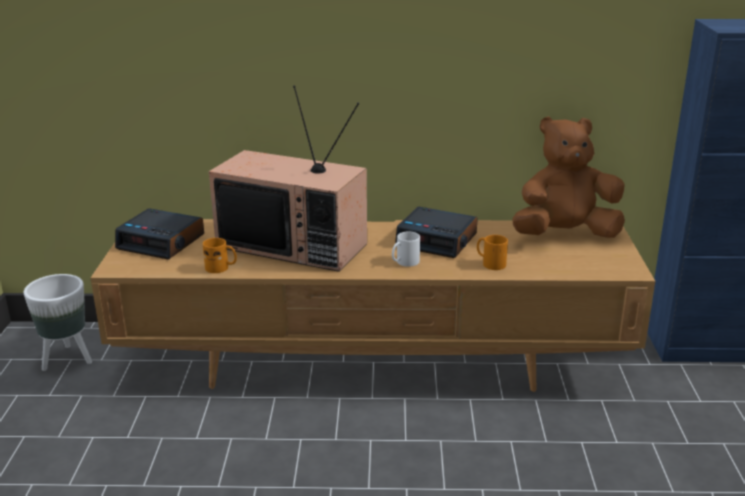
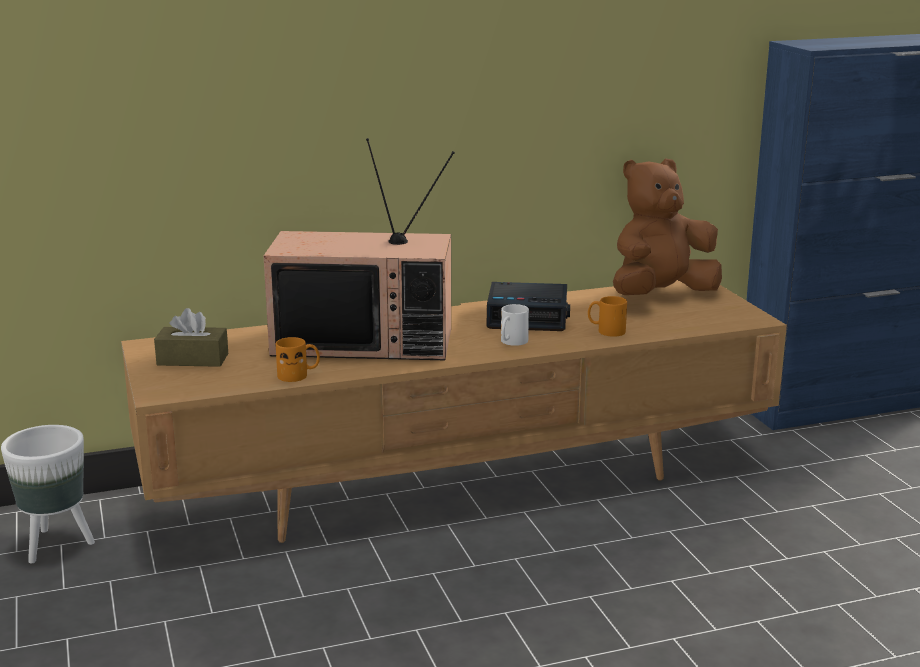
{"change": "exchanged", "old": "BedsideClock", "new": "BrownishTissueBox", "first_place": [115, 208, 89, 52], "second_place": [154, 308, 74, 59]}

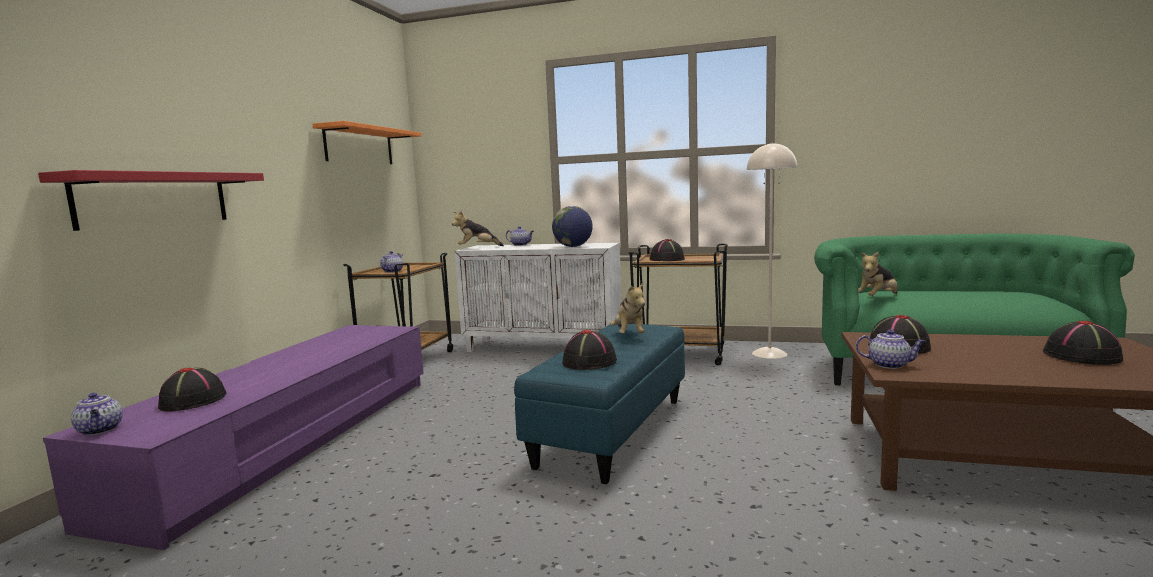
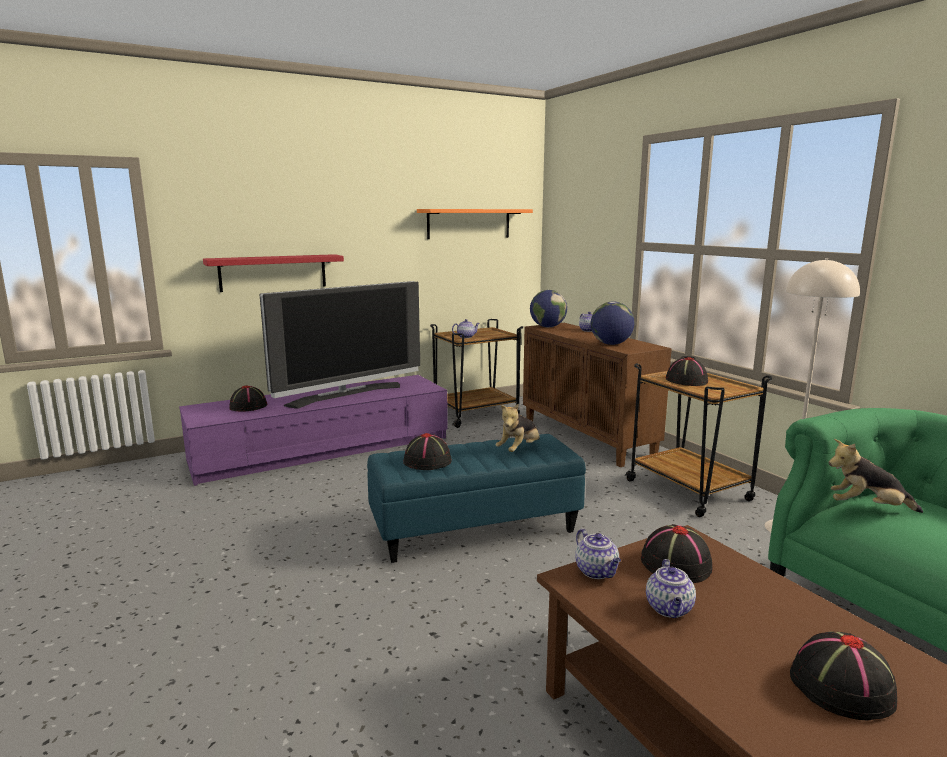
{"change": "appeared", "new": "Tv", "second_place": [259, 281, 161, 128]}
{"change": "relocated", "old": "PotForTea", "first_place": [71, 393, 52, 42], "second_place": [646, 559, 50, 59]}
{"change": "exchanged", "old": "CuddlyToy", "new": "WorldGlobe", "first_place": [452, 211, 52, 35], "second_place": [530, 290, 37, 37]}
{"change": "colour", "old": "WhitishCupboard", "new": "BrownishCupboard", "first_place": [454, 243, 168, 109], "second_place": [523, 323, 149, 144]}

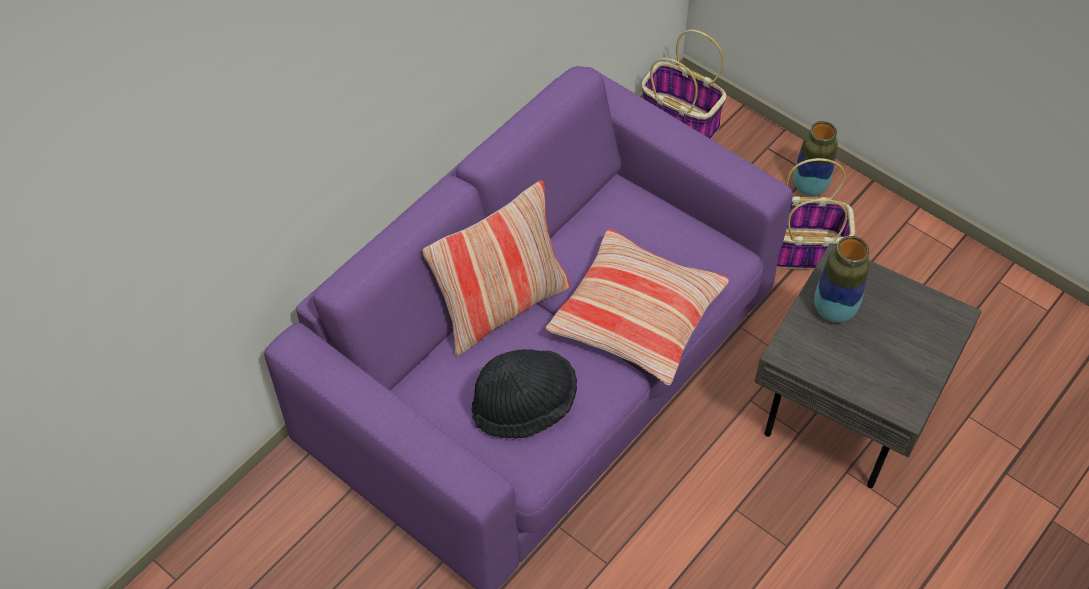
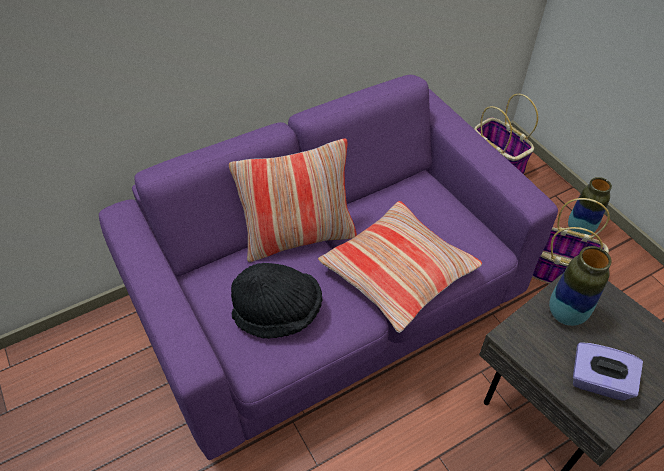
{"change": "appeared", "new": "PurplishTissueBox", "second_place": [573, 342, 70, 59]}

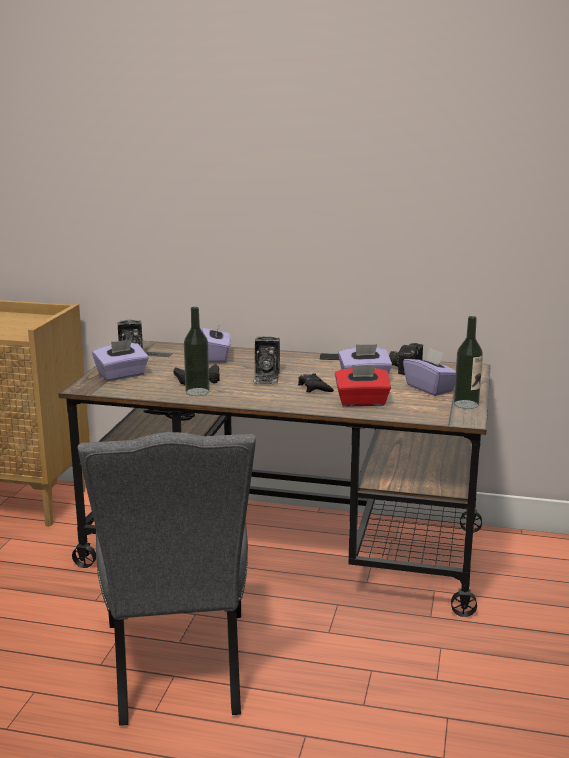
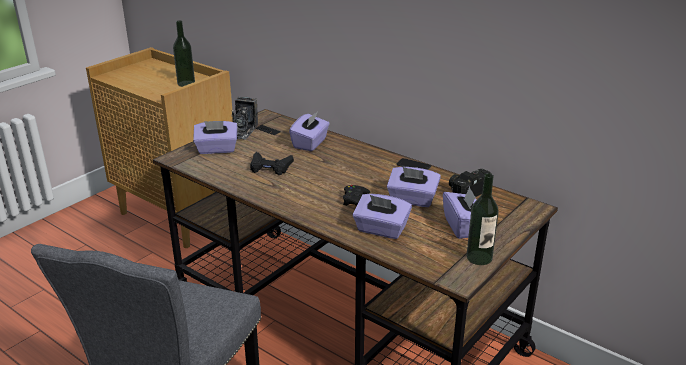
{"change": "missing", "old": "PhotoCamera", "first_place": [253, 336, 27, 48]}
{"change": "relocated", "old": "BeverageBottle", "first_place": [184, 307, 26, 89], "second_place": [173, 20, 22, 67]}
{"change": "colour", "old": "RedColouredTissueBox", "new": "PurplishTissueBox", "first_place": [335, 365, 56, 42], "second_place": [353, 194, 59, 45]}

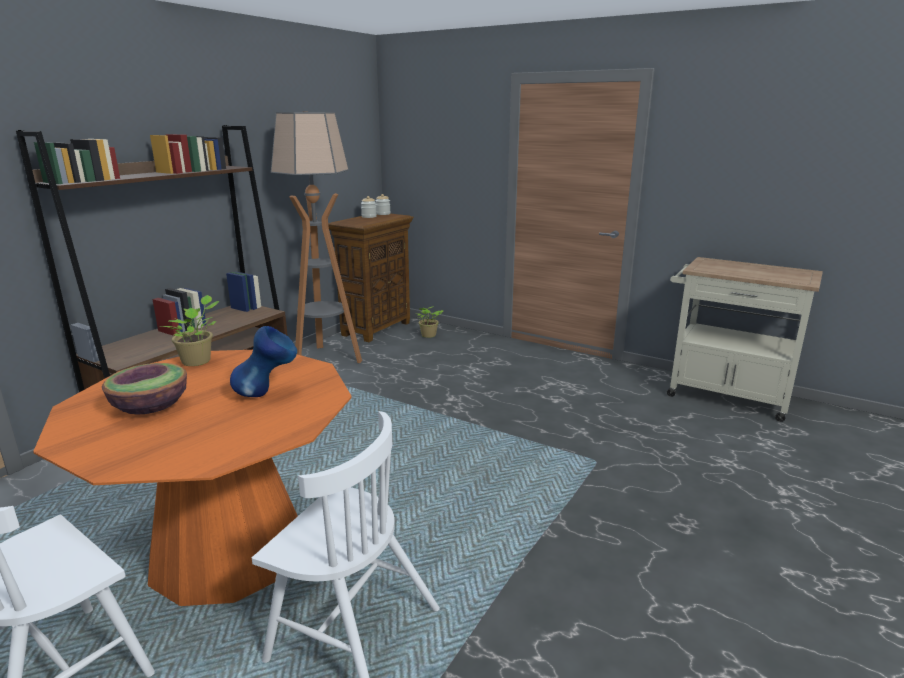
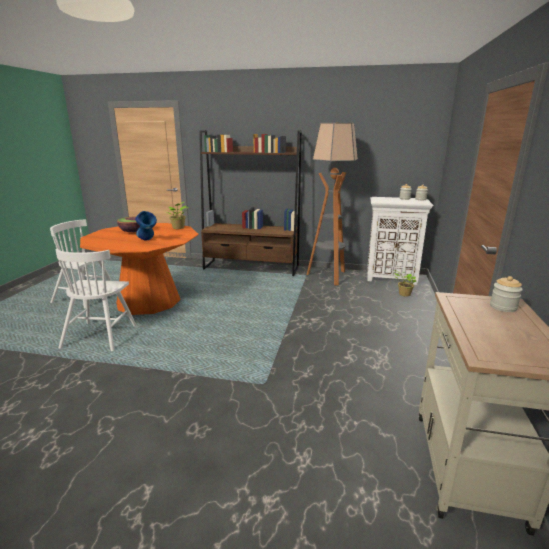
{"change": "appeared", "new": "Jar", "second_place": [490, 276, 33, 36]}
{"change": "colour", "old": "BrownishCupboard", "new": "WhitishCupboard", "first_place": [328, 214, 86, 128], "second_place": [367, 197, 66, 88]}

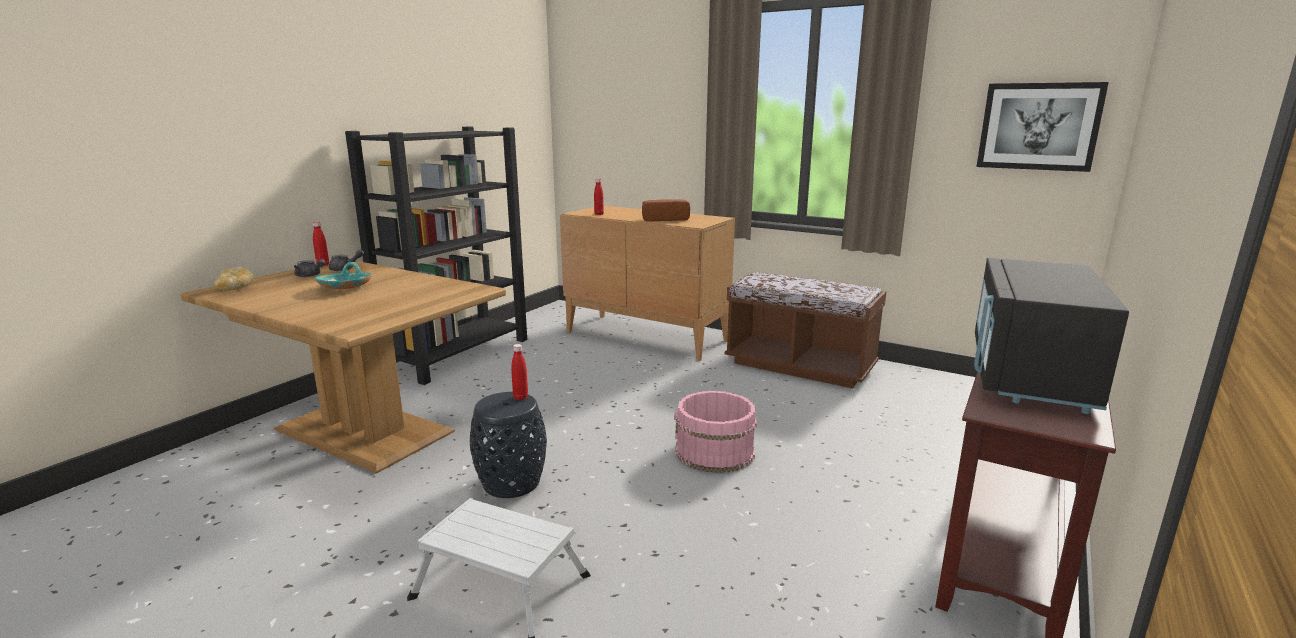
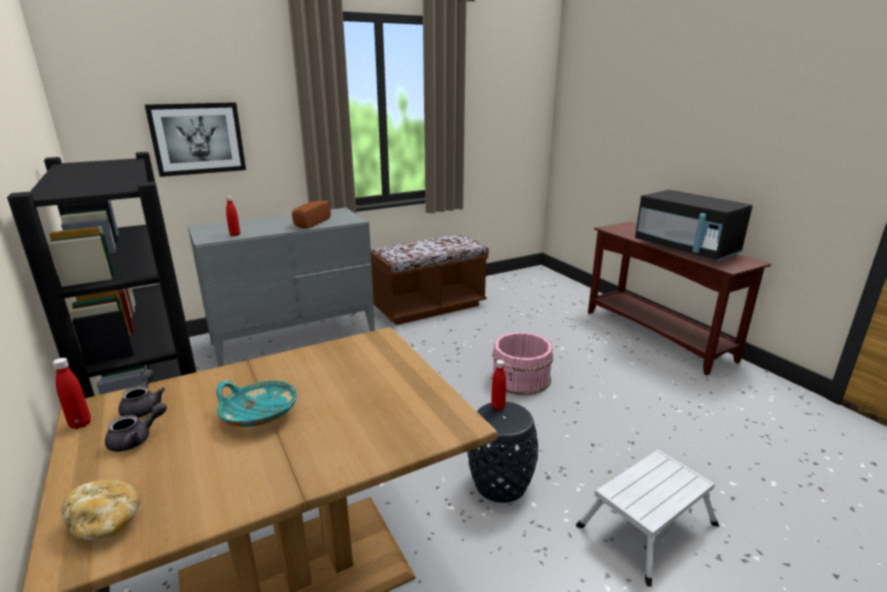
{"change": "relocated", "old": "WallArt", "first_place": [977, 82, 132, 90], "second_place": [145, 102, 101, 75]}
{"change": "colour", "old": "BrownishCupboard", "new": "GreyCupboard", "first_place": [560, 206, 175, 155], "second_place": [188, 208, 187, 159]}

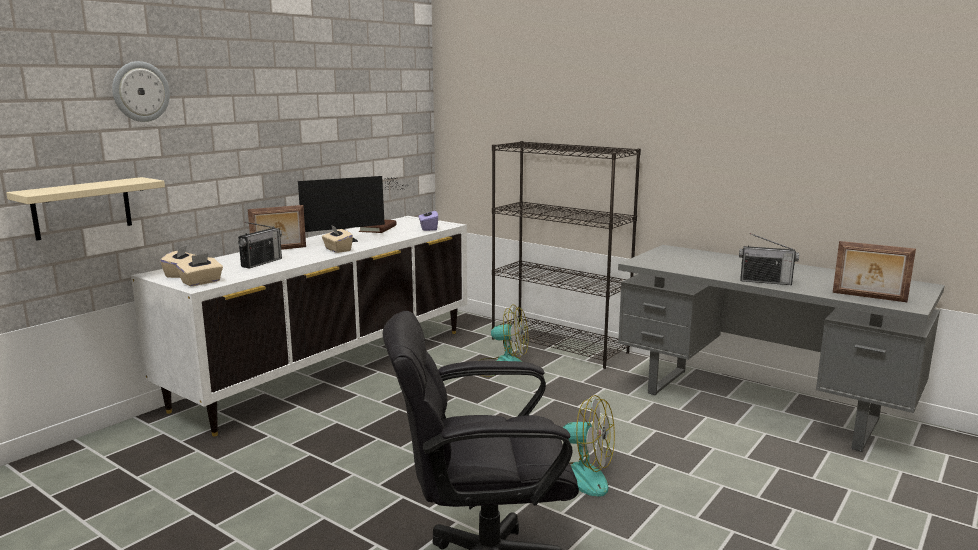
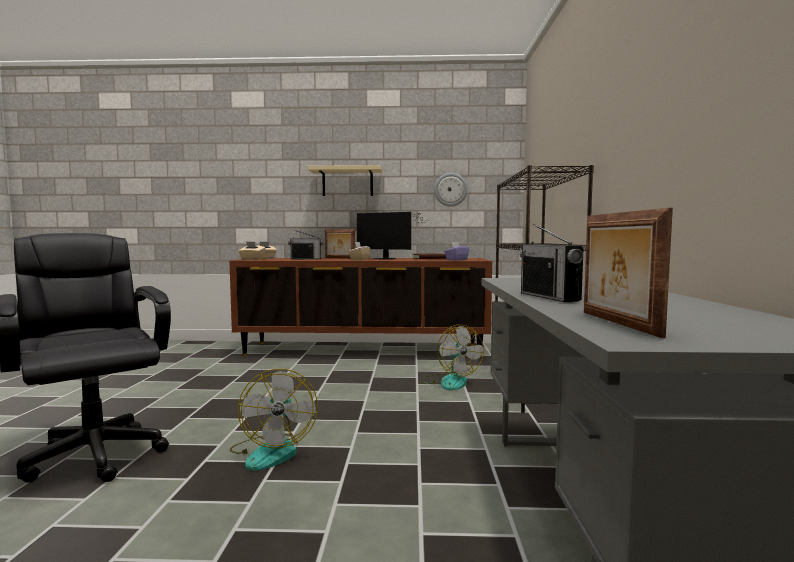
{"change": "relocated", "old": "SandColouredShelf", "first_place": [6, 177, 159, 63], "second_place": [307, 165, 76, 31]}
{"change": "relocated", "old": "HangingClock", "first_place": [112, 61, 58, 61], "second_place": [434, 173, 34, 34]}
{"change": "colour", "old": "WhitishCupboard", "new": "BrownishCupboard", "first_place": [131, 216, 336, 220], "second_place": [229, 258, 263, 100]}

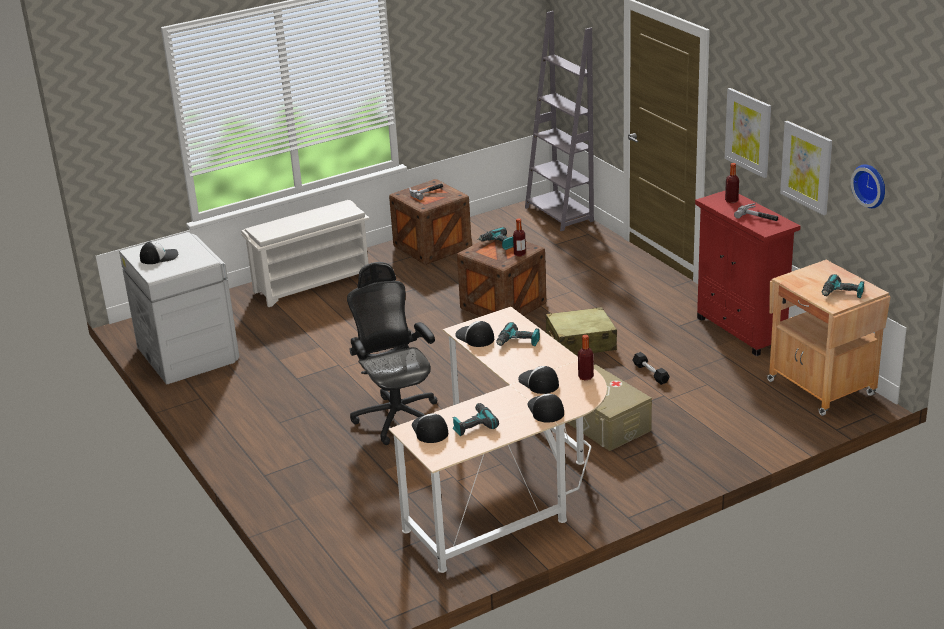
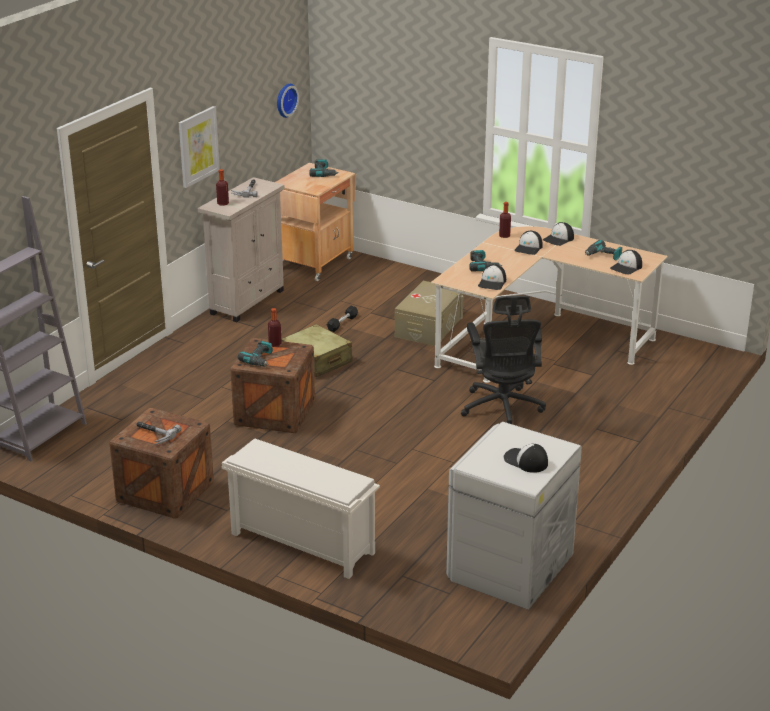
{"change": "missing", "old": "WallArt", "first_place": [780, 121, 52, 94]}
{"change": "colour", "old": "RedColouredCupboard", "new": "SandColouredCupboard", "first_place": [695, 191, 106, 165], "second_place": [198, 177, 86, 145]}
{"change": "spun", "old": "DeskChair", "first_place": [347, 262, 91, 183], "second_place": [461, 295, 85, 129], "degrees": -45}

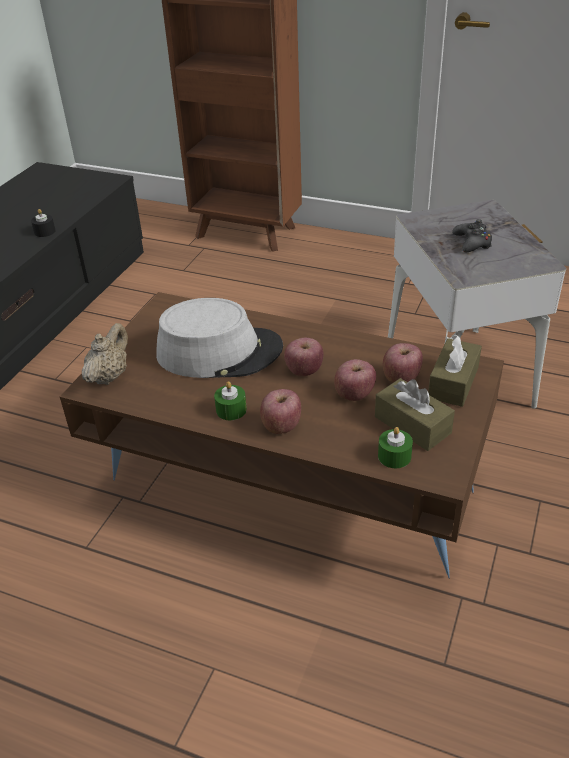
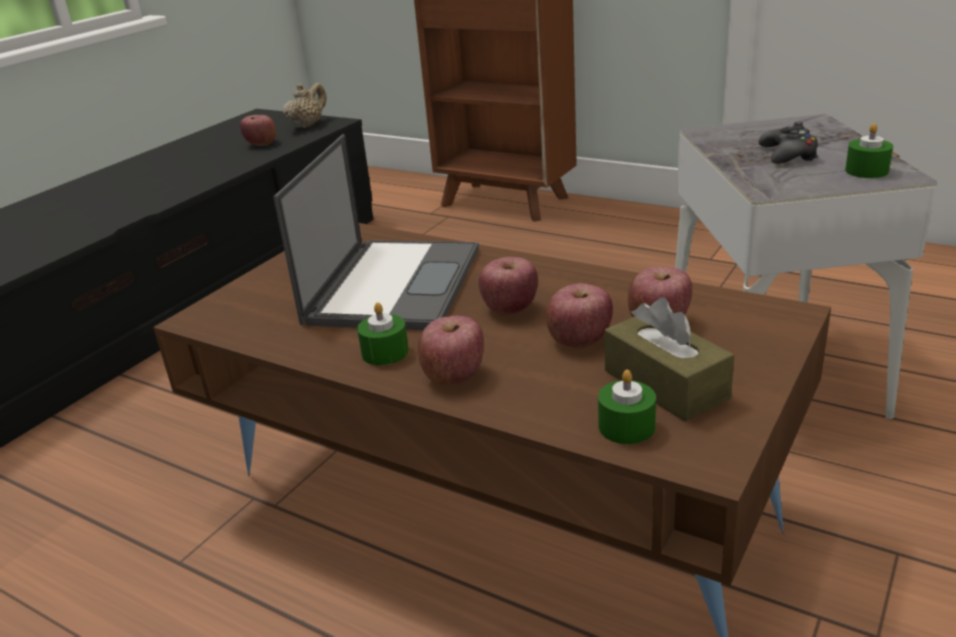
{"change": "missing", "old": "BlackColouredWaxLight", "first_place": [31, 209, 25, 28]}
{"change": "missing", "old": "BrownishTissueBox", "first_place": [428, 335, 54, 72]}
{"change": "appeared", "new": "WholeApple", "second_place": [240, 115, 36, 31]}
{"change": "appeared", "new": "GreenColouredWaxLight", "second_place": [845, 123, 48, 55]}
{"change": "relocated", "old": "SandColouredPotForTea", "first_place": [82, 323, 46, 62], "second_place": [283, 83, 43, 45]}
{"change": "exchanged", "old": "GreyClothingHat", "new": "Laptop", "first_place": [156, 298, 127, 80], "second_place": [273, 134, 206, 196]}

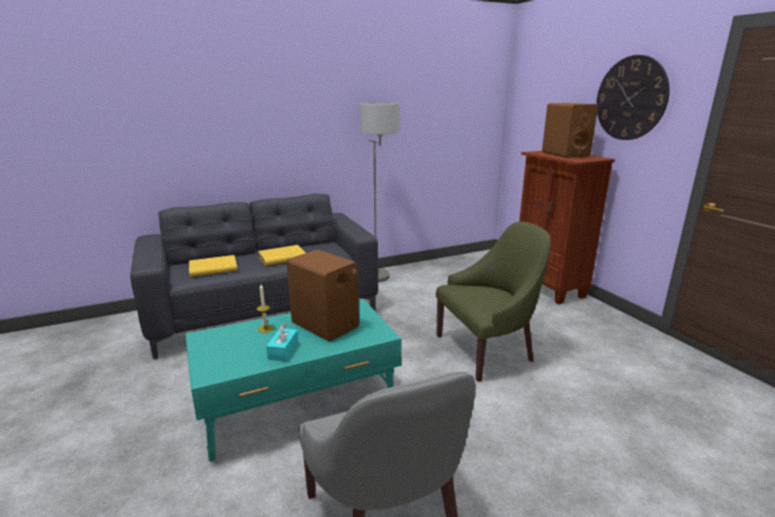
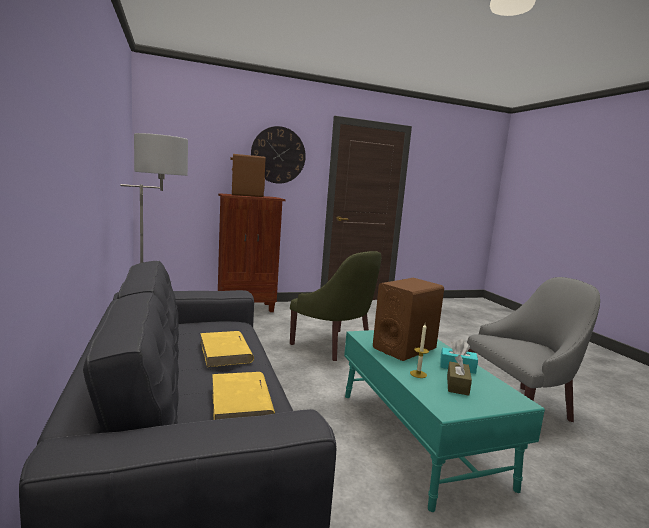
{"change": "appeared", "new": "BrownishTissueBox", "second_place": [447, 355, 25, 41]}
{"change": "spun", "old": "GreenColouredEasyChair", "first_place": [436, 222, 115, 160], "second_place": [290, 251, 91, 110], "degrees": 150}

